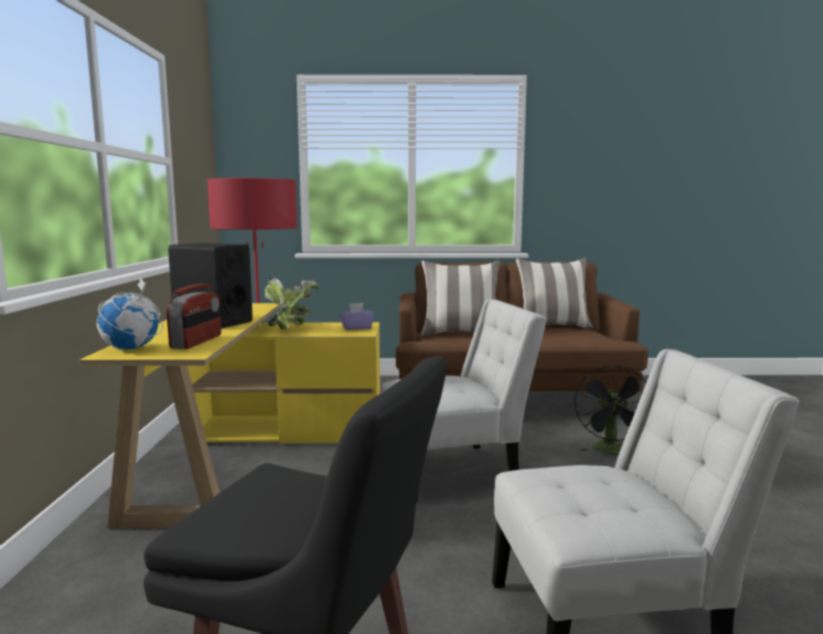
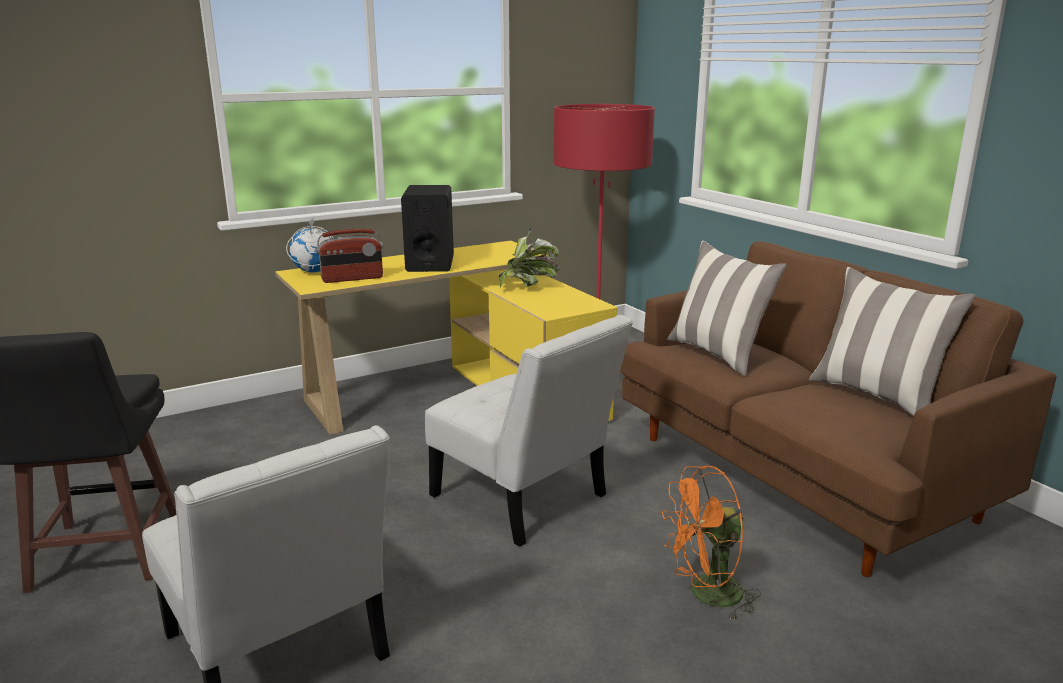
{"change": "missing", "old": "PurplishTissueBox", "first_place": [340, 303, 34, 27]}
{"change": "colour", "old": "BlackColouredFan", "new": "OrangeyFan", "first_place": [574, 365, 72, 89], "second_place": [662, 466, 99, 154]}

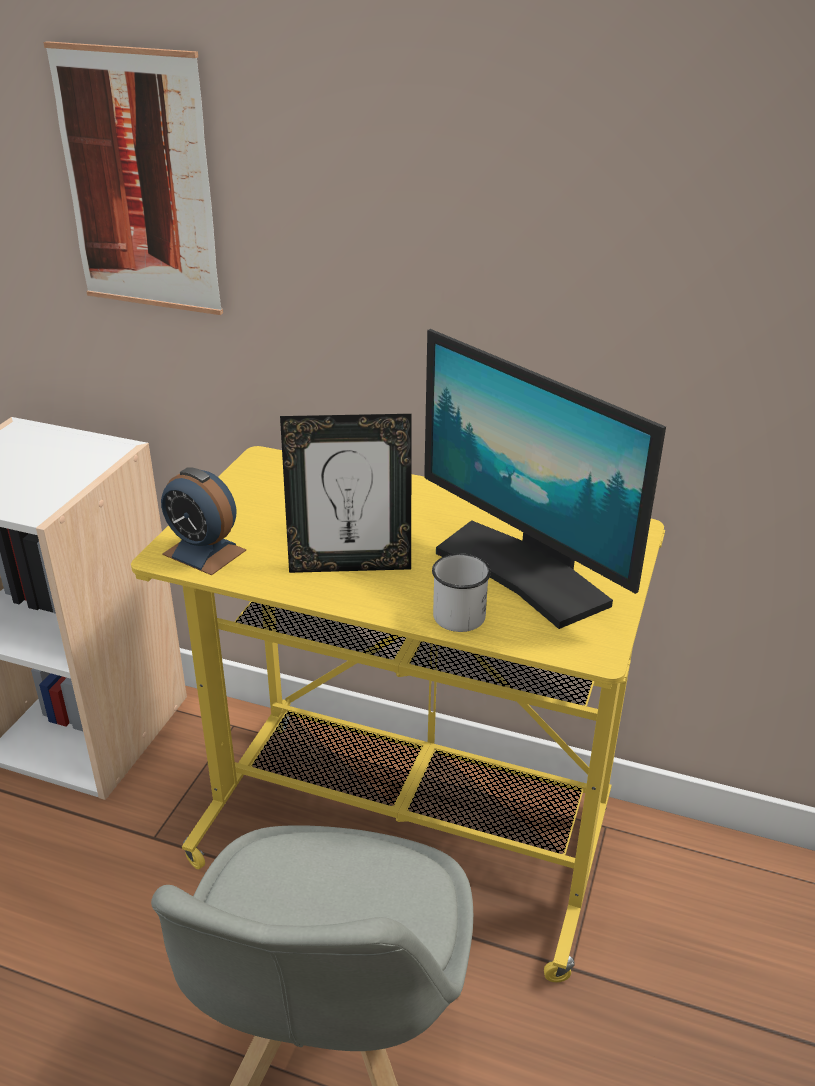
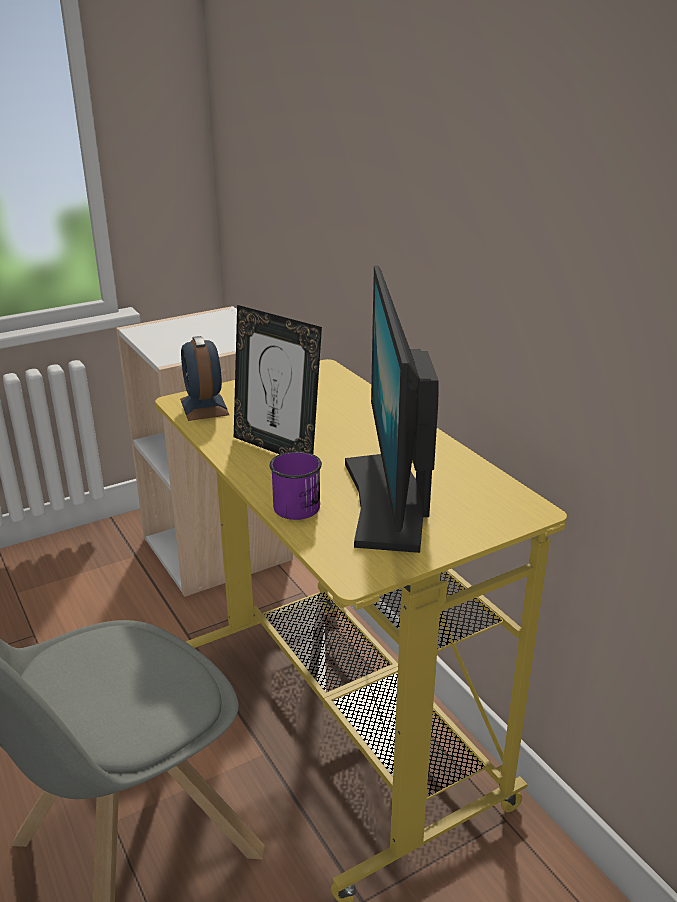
{"change": "missing", "old": "WallArt", "first_place": [43, 41, 180, 274]}
{"change": "colour", "old": "WhitishTeaMug", "new": "PurplishTeaMug", "first_place": [432, 554, 59, 78], "second_place": [269, 451, 53, 69]}

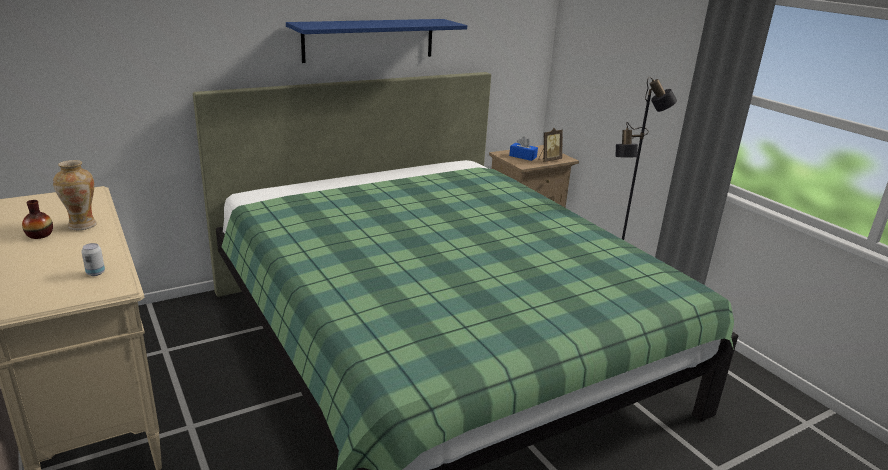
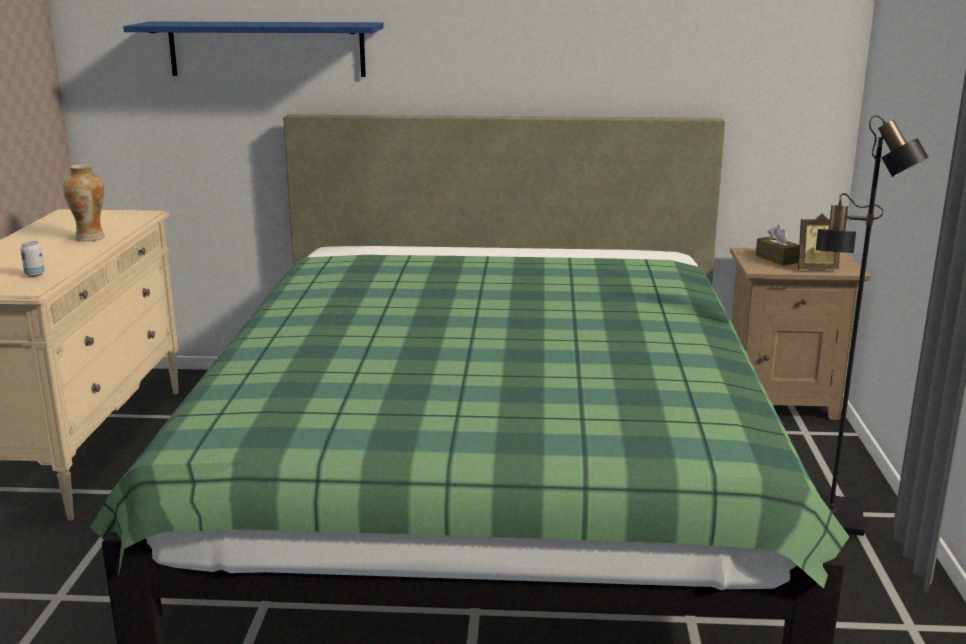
{"change": "missing", "old": "Vase", "first_place": [22, 200, 31, 39]}
{"change": "relocated", "old": "BlueColouredShelf", "first_place": [286, 19, 181, 44], "second_place": [123, 22, 261, 55]}
{"change": "colour", "old": "BlueColouredTissueBox", "new": "BrownishTissueBox", "first_place": [509, 136, 29, 25], "second_place": [756, 225, 43, 40]}

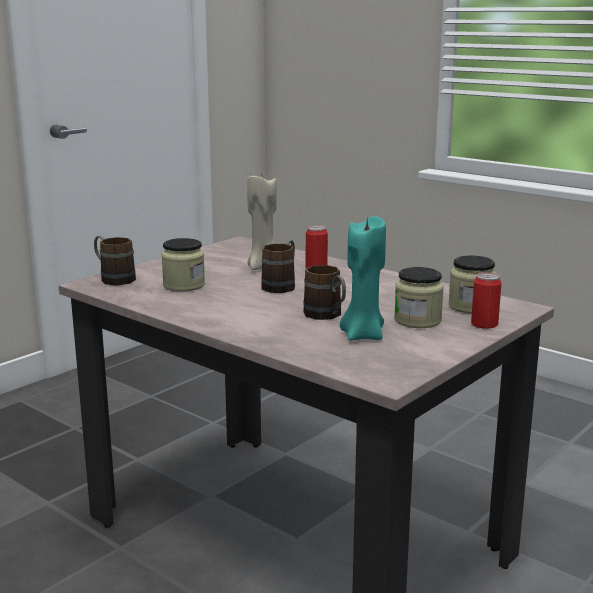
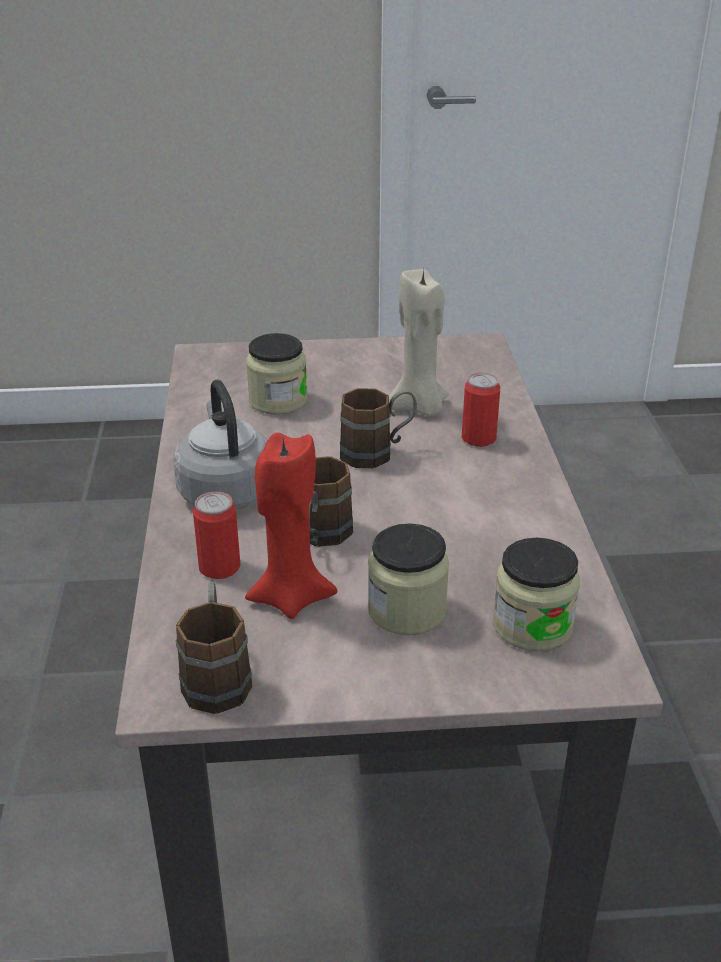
{"change": "appeared", "new": "GreyKettle", "second_place": [173, 380, 95, 130]}
{"change": "relocated", "old": "BrownishTeaMug", "first_place": [94, 236, 42, 50], "second_place": [176, 583, 76, 131]}
{"change": "relocated", "old": "SealedCan", "first_place": [471, 272, 30, 57], "second_place": [193, 492, 47, 87]}
{"change": "colour", "old": "BlueGreenWaxLight", "new": "RedColouredWaxLight", "first_place": [340, 216, 46, 125], "second_place": [245, 433, 92, 186]}

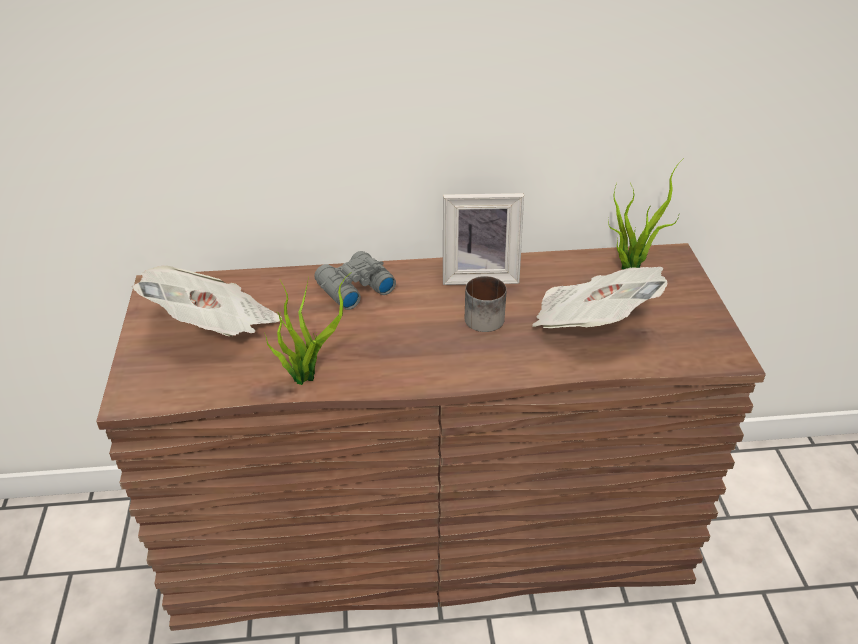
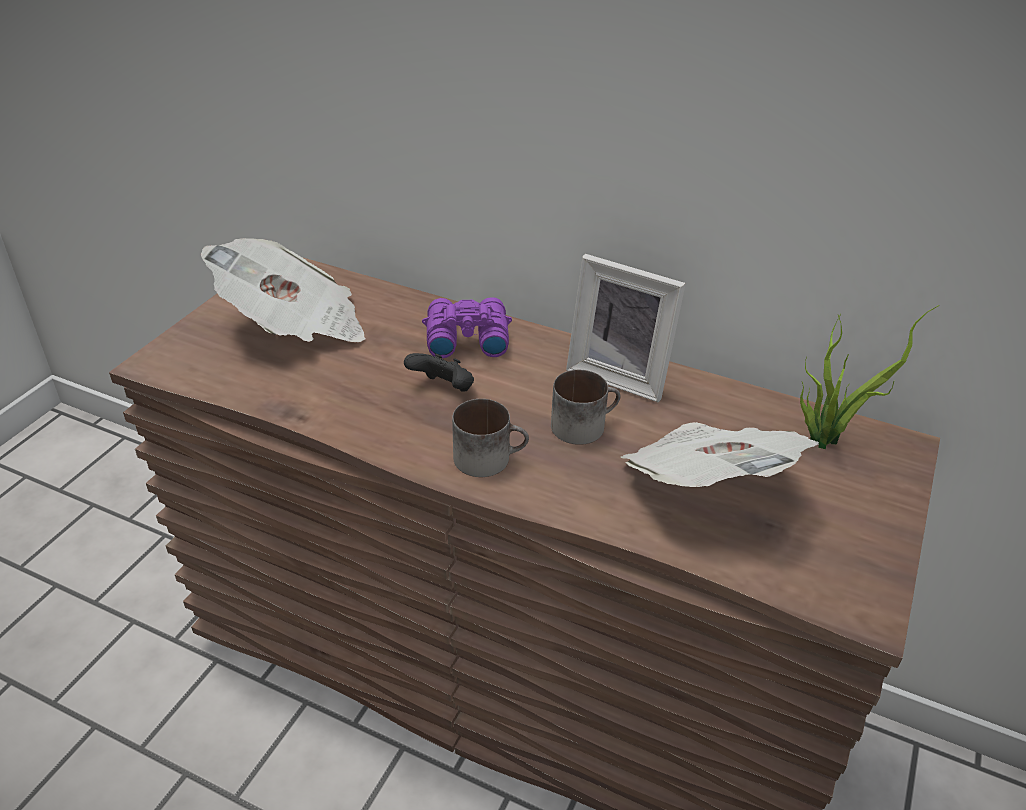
{"change": "missing", "old": "PottedPlant", "first_place": [265, 272, 87, 113]}
{"change": "appeared", "new": "BlackColouredGamepad", "second_place": [404, 353, 70, 39]}
{"change": "appeared", "new": "TeaMug", "second_place": [452, 399, 77, 78]}
{"change": "colour", "old": "GreyBinoculars", "new": "PurplishBinoculars", "first_place": [315, 251, 81, 59], "second_place": [422, 297, 90, 61]}

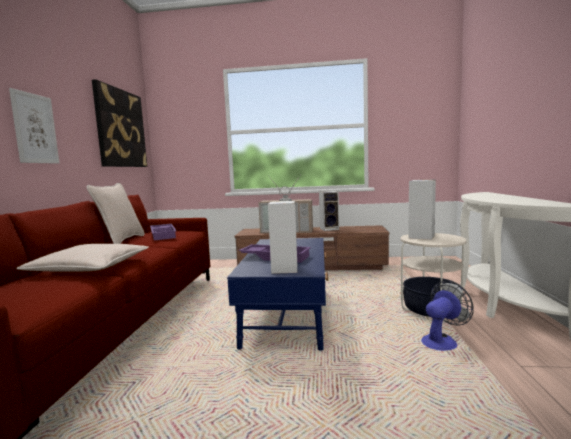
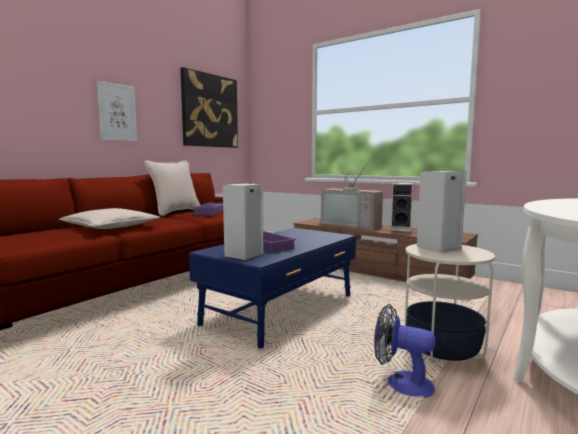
{"change": "spun", "old": "Fan", "first_place": [421, 281, 53, 70], "second_place": [374, 304, 62, 94], "degrees": -150}

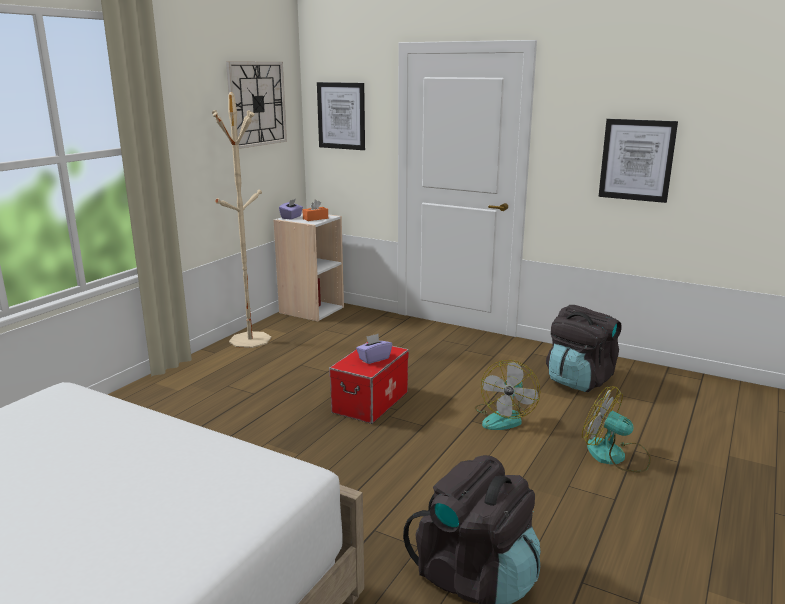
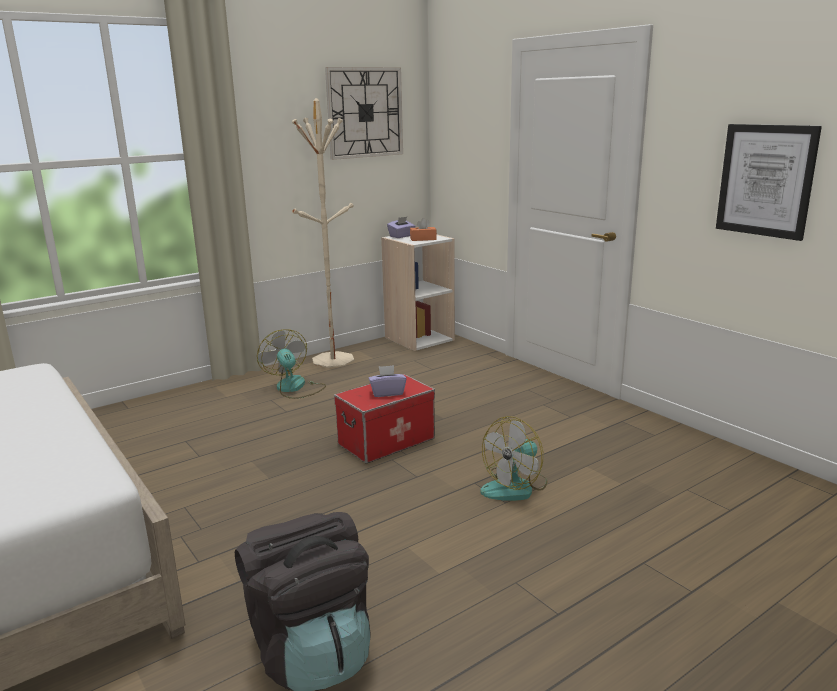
{"change": "missing", "old": "WallArt", "first_place": [317, 82, 48, 68]}
{"change": "missing", "old": "BlackColouredRucksack", "first_place": [546, 305, 76, 87]}
{"change": "relocated", "old": "Fan", "first_place": [582, 387, 69, 85], "second_place": [257, 329, 69, 70]}

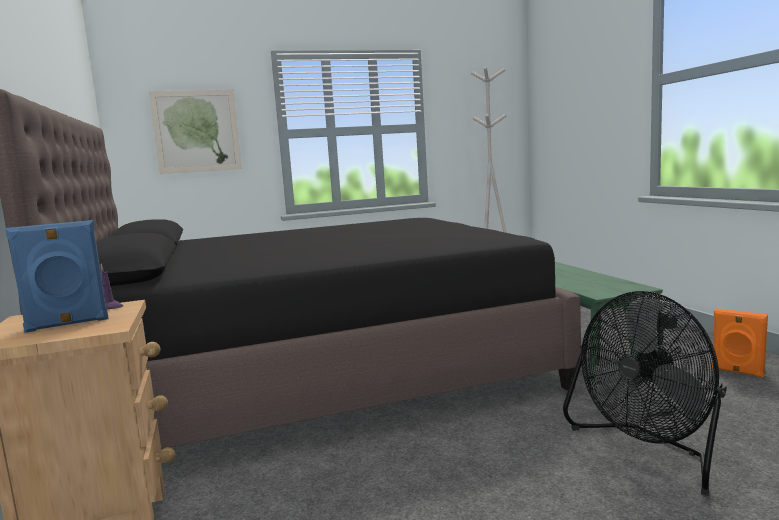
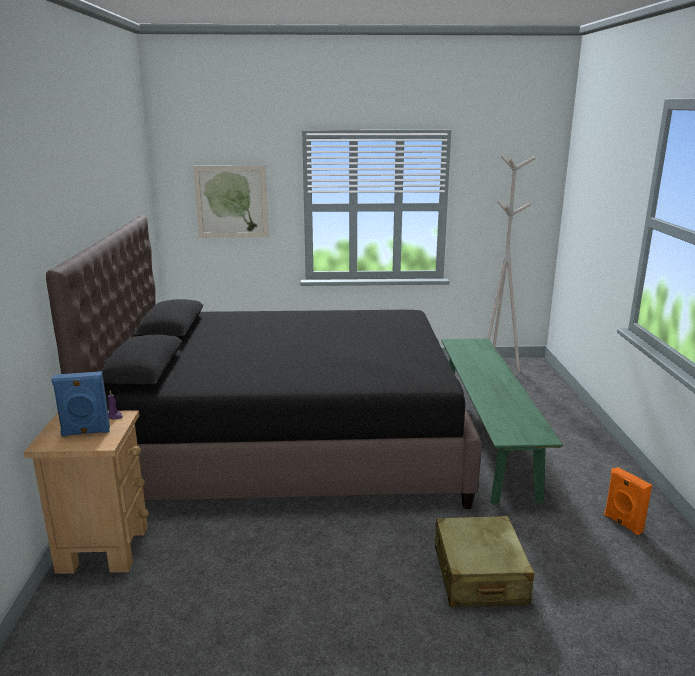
{"change": "exchanged", "old": "BlackColouredFan", "new": "SandColouredPieceOfLuggage", "first_place": [563, 291, 164, 205], "second_place": [435, 516, 99, 91]}

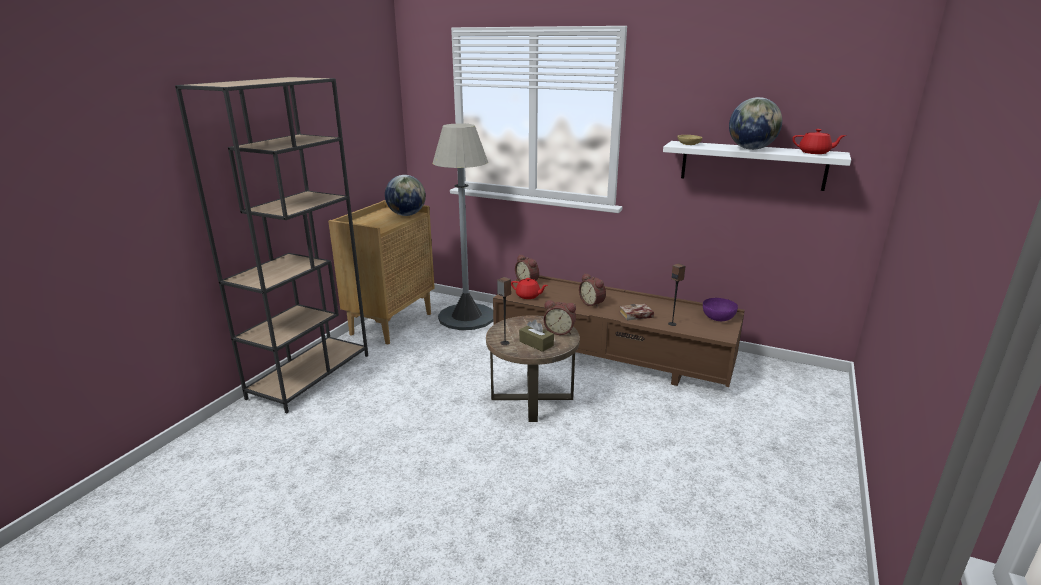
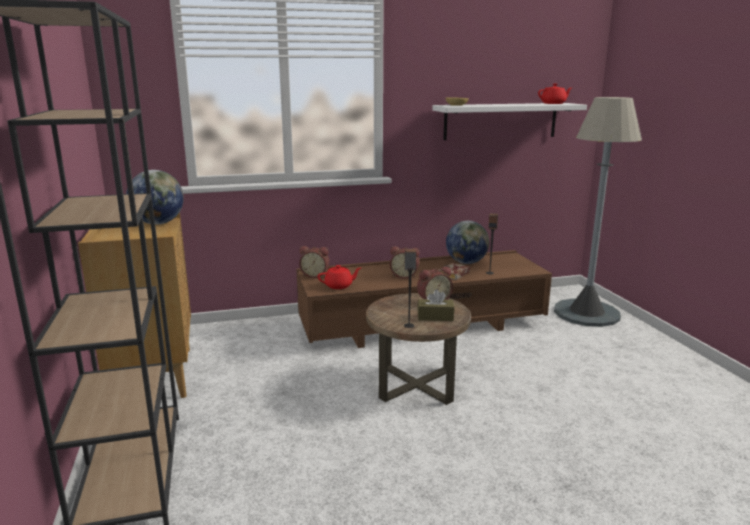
{"change": "missing", "old": "PurplishServingBowl", "first_place": [703, 298, 35, 23]}
{"change": "relocated", "old": "GreyFloorLamp", "first_place": [433, 124, 60, 206], "second_place": [554, 97, 88, 230]}
{"change": "relocated", "old": "WorldGlobe", "first_place": [729, 97, 53, 53], "second_place": [446, 221, 43, 43]}

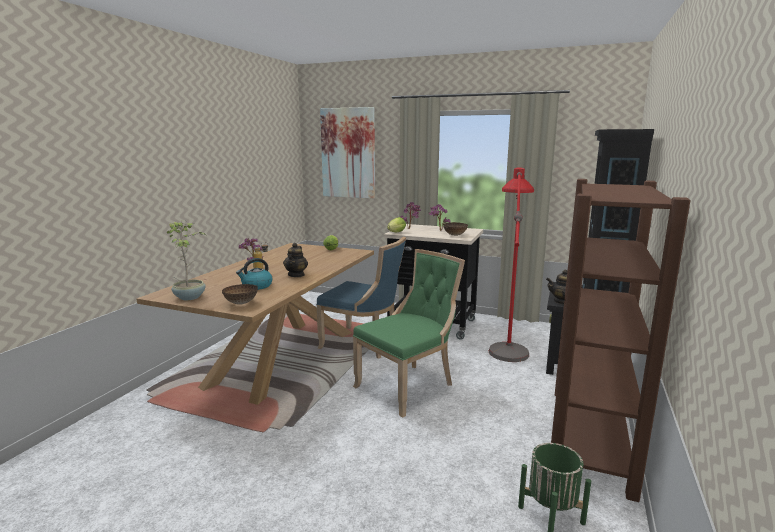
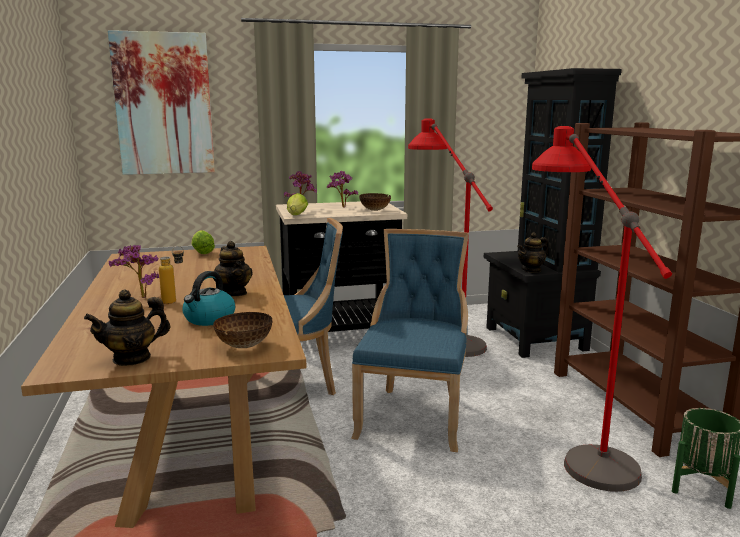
{"change": "appeared", "new": "RedColouredFloorLamp", "second_place": [532, 126, 140, 366]}
{"change": "exchanged", "old": "PottedPlant", "new": "PotForTea", "first_place": [167, 220, 39, 80], "second_place": [84, 289, 86, 77]}
{"change": "colour", "old": "GreenColouredUprightChair", "new": "BlueColouredUprightChair", "first_place": [353, 249, 112, 169], "second_place": [351, 229, 118, 223]}

